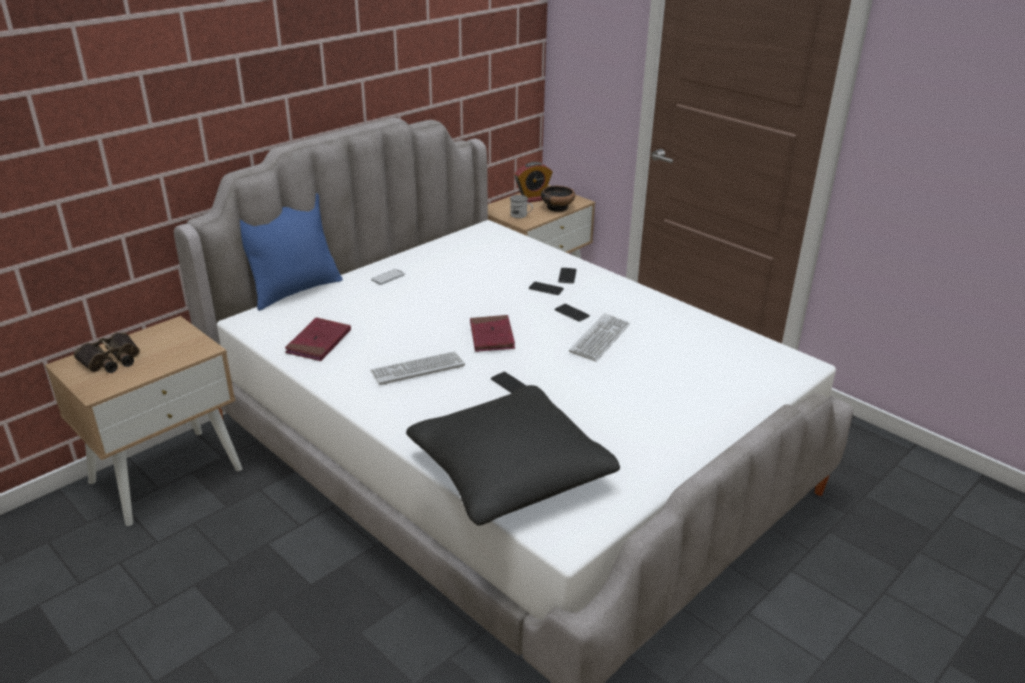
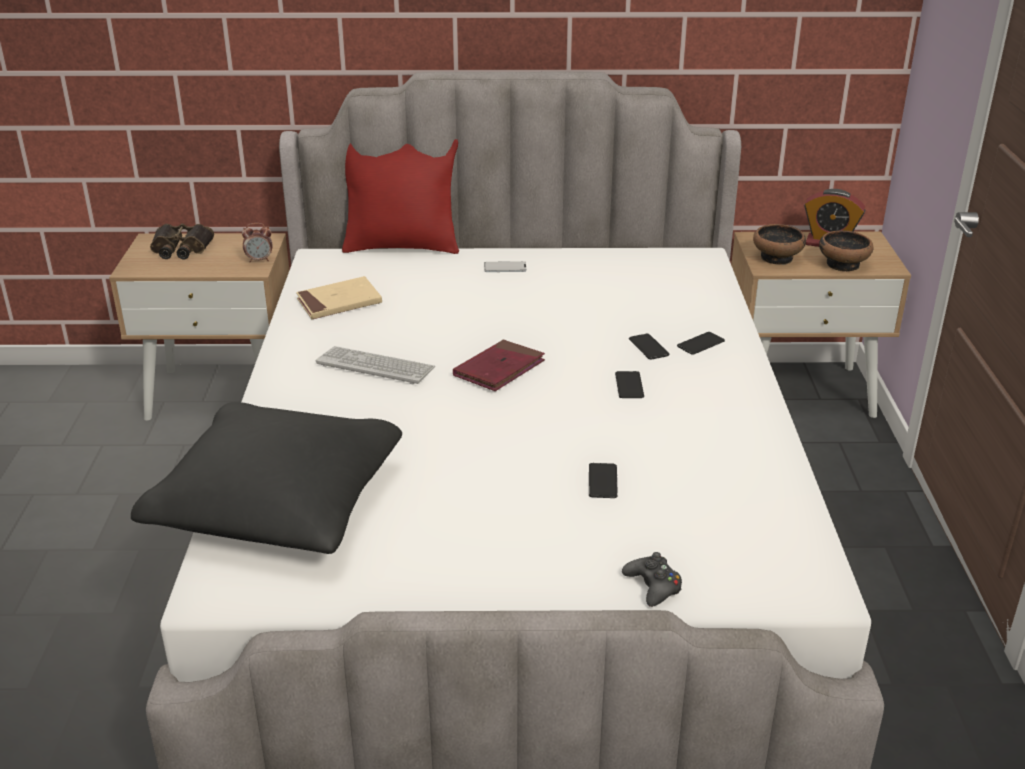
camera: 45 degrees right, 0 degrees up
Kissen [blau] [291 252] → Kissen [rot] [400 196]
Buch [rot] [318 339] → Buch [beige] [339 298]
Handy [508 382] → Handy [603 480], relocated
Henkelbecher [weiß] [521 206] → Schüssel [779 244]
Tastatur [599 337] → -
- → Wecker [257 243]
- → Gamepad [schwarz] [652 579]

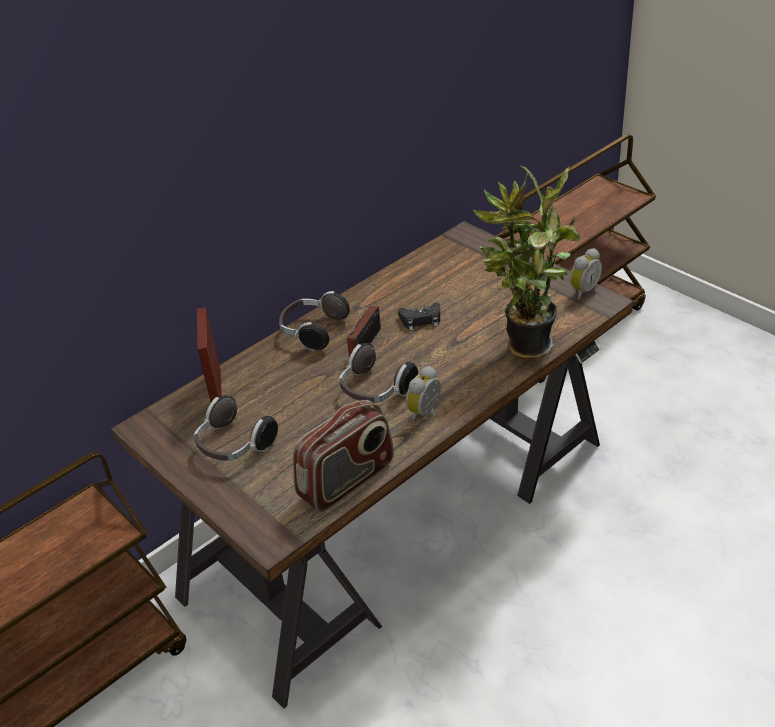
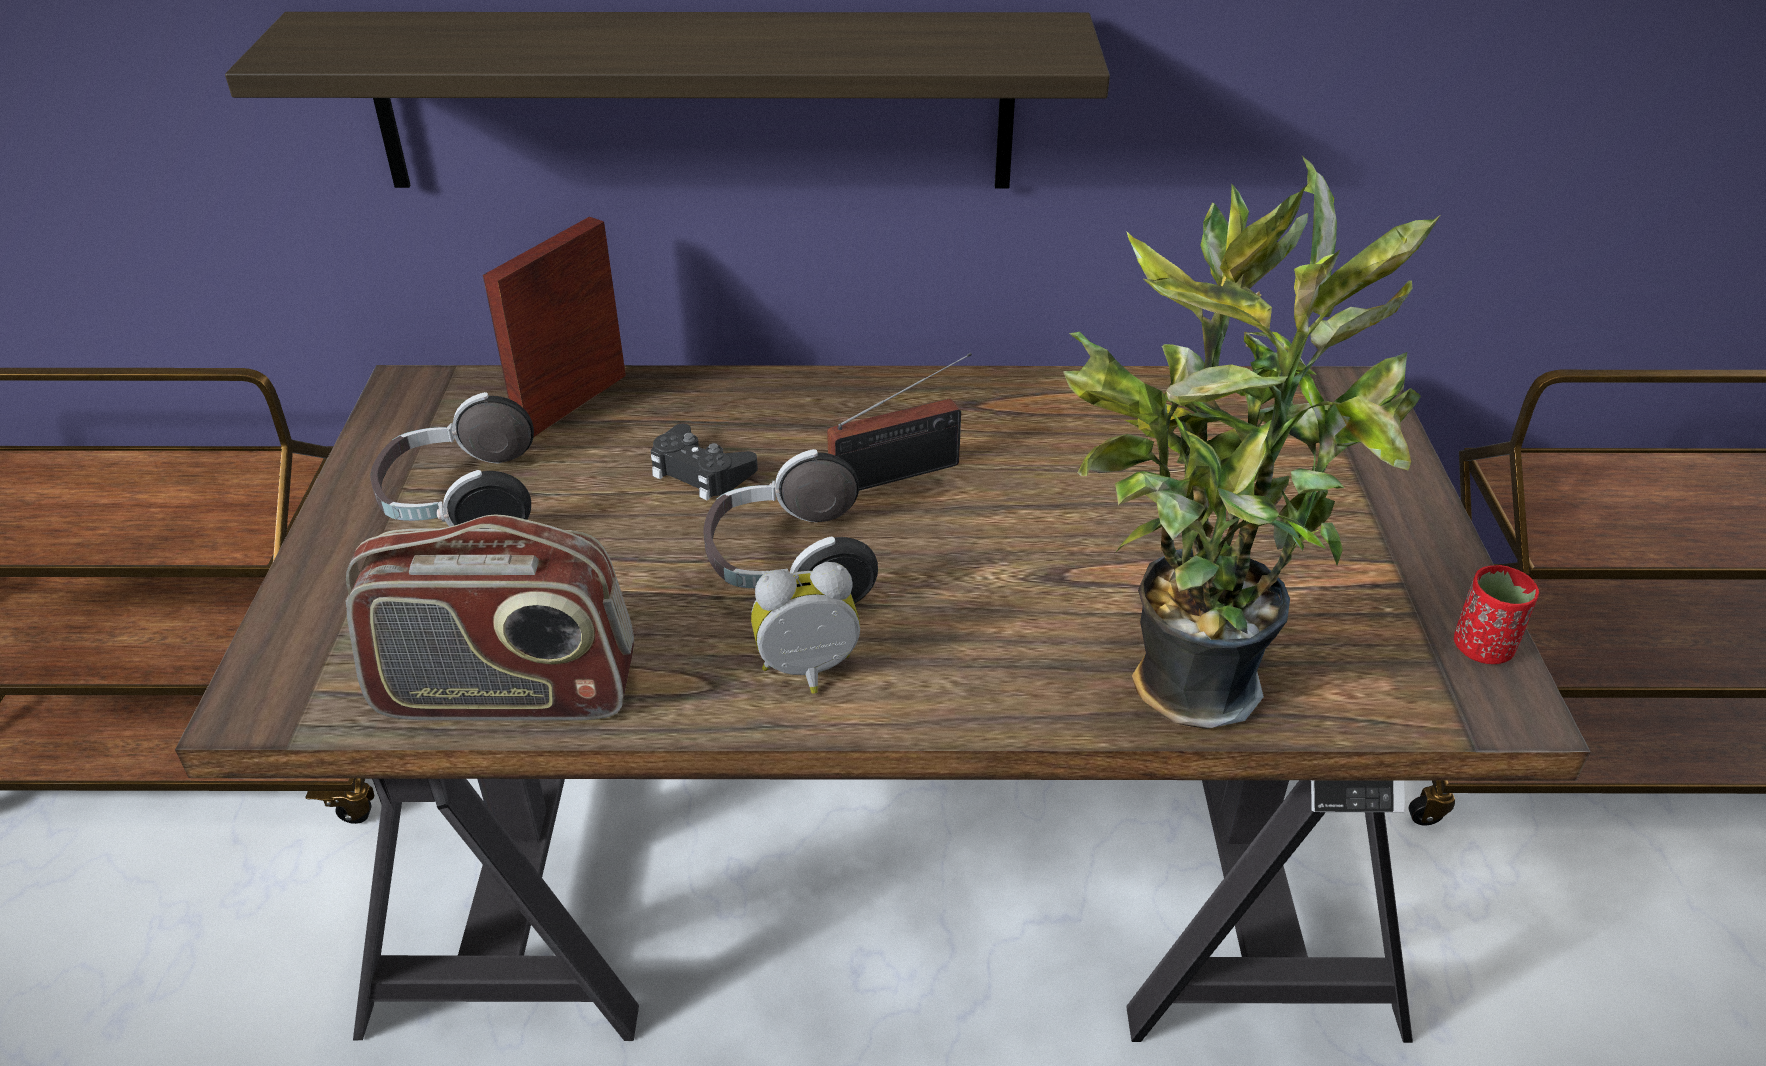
camera: 40 degrees right, 0 degrees up
Kopfhörer [314 321] → -
Gamepad [schwarz] [419 316] → Gamepad [schwarz] [704 462], relocated
Wecker [586 273] → Tasse [rot] [1496 614]
- → Wandregal [667 100]

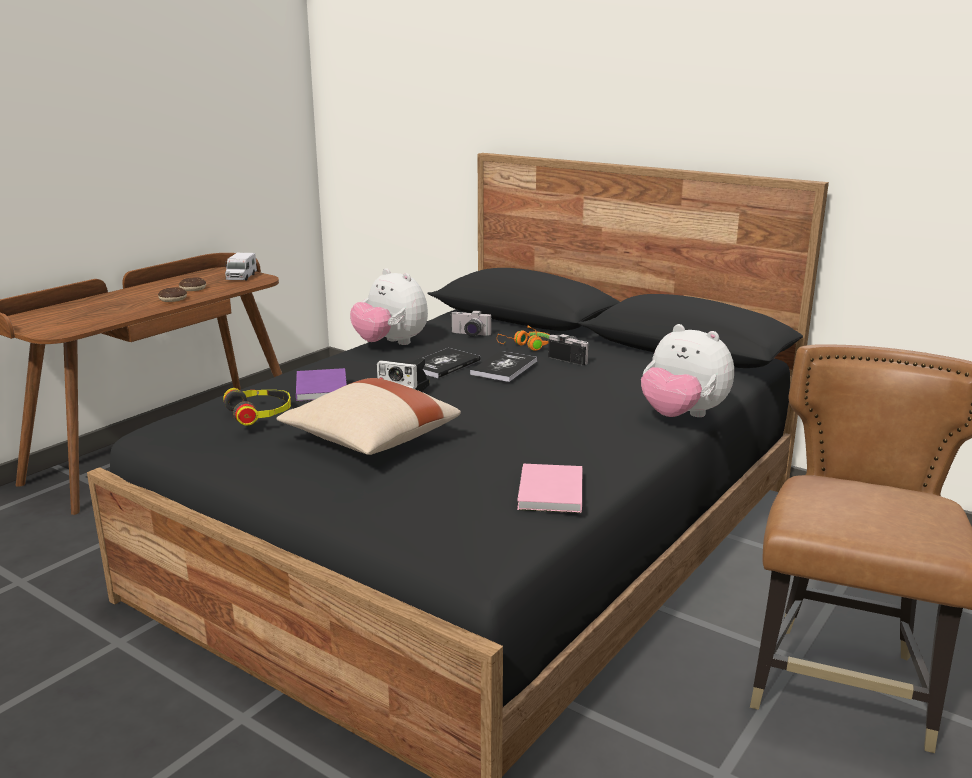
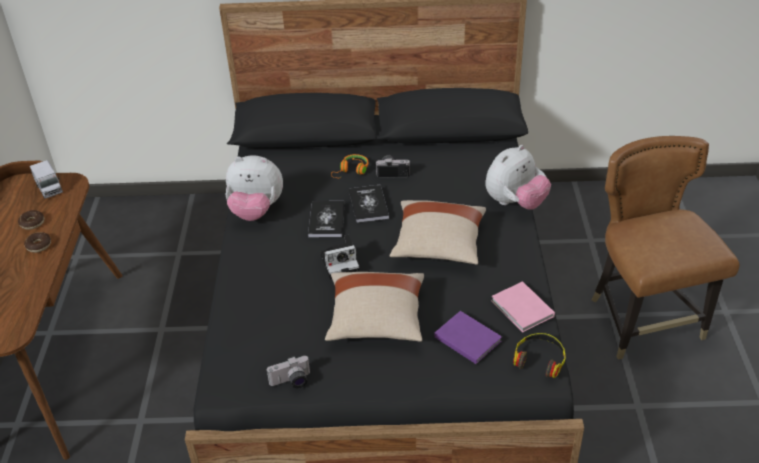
camera: 35 degrees left, 20 degrees up
Kopfhörer [257 407] → Kopfhörer [539 355], relocated
Buch [lila] [321 385] → Buch [lila] [468 337], relocated
Kamera [471 323] → Kamera [288 372], relocated
Plüschtier [687 370] → Plüschtier [518 177], 45 degrees counterclockwise
- → Kissen [beige] [437 232]

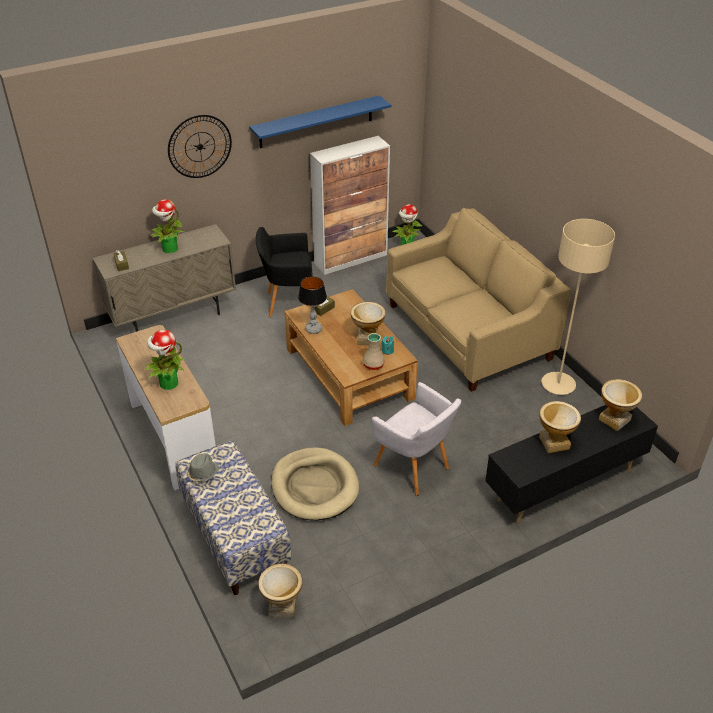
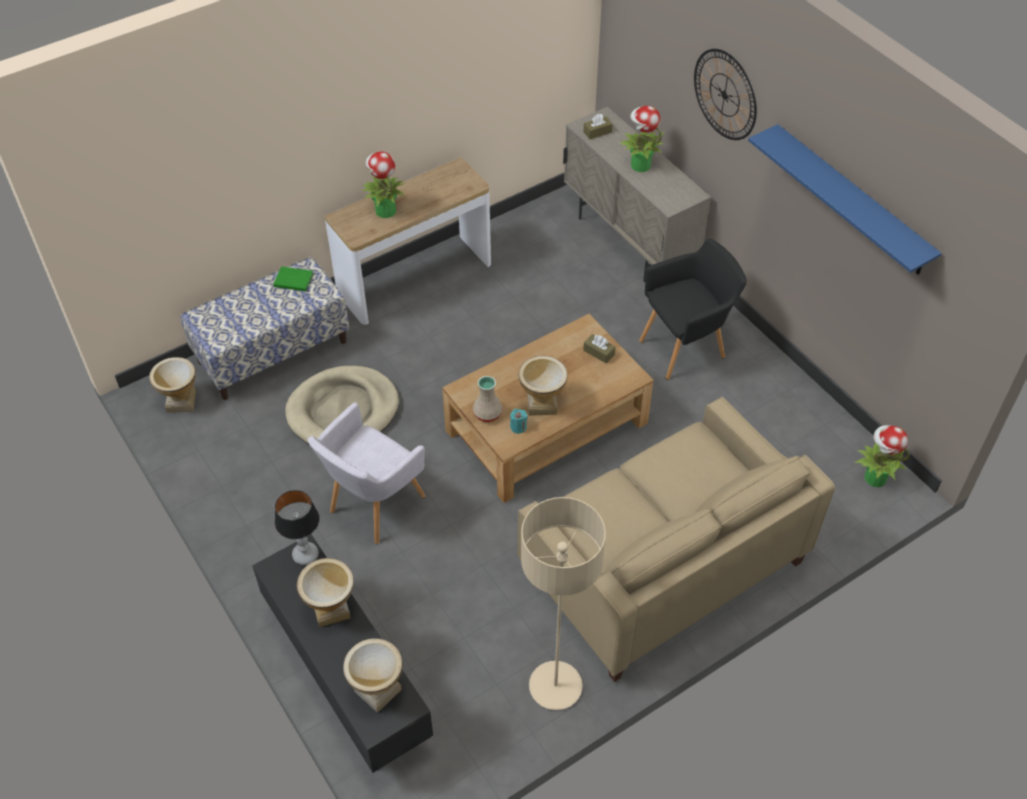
camera: 85 degrees right, 10 degrees up
Hut [grau] [202 467] → Buch [grün] [293 278]
Sessel [schwarz] [284 272] → Sessel [schwarz] [693 309], 75 degrees clockwise
Tischlampe [312 305] → Tischlampe [297 527], relocated
Schrank [350 205] → -

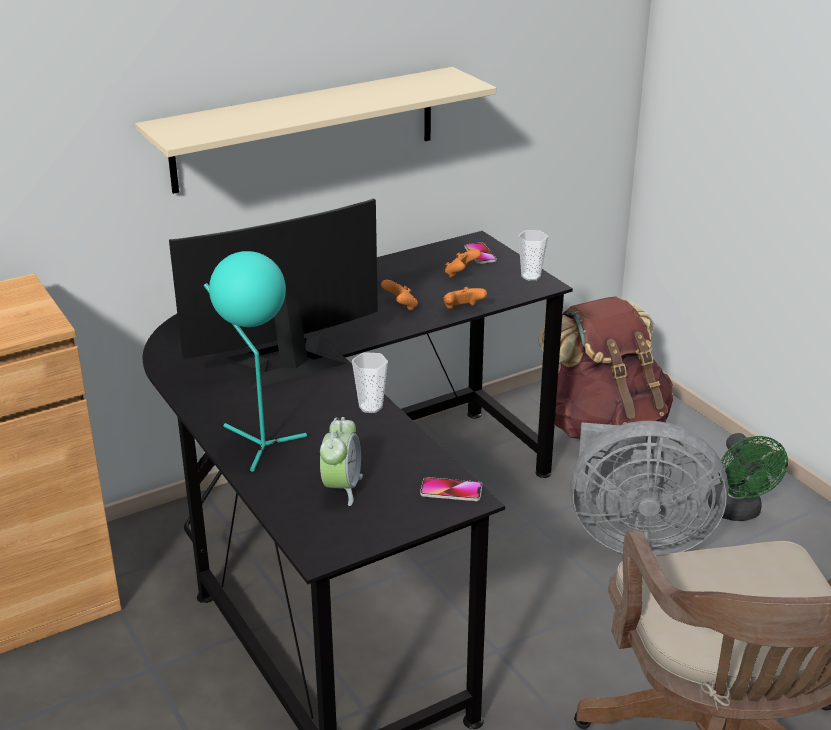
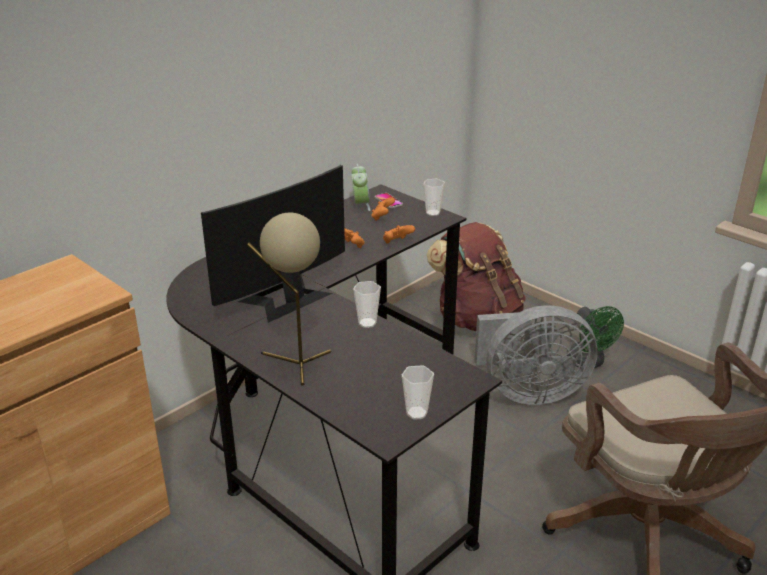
camera: 15 degrees left, 0 degrees up
Wandregal [beige] [315 130] → -
Tischlampe [türkis] [255 361] → Tischlampe [beige] [289 299]
Wecker [341 461] → Wecker [360 187], relocated
Handy [451 489] → -
- → Tasse [418 392]

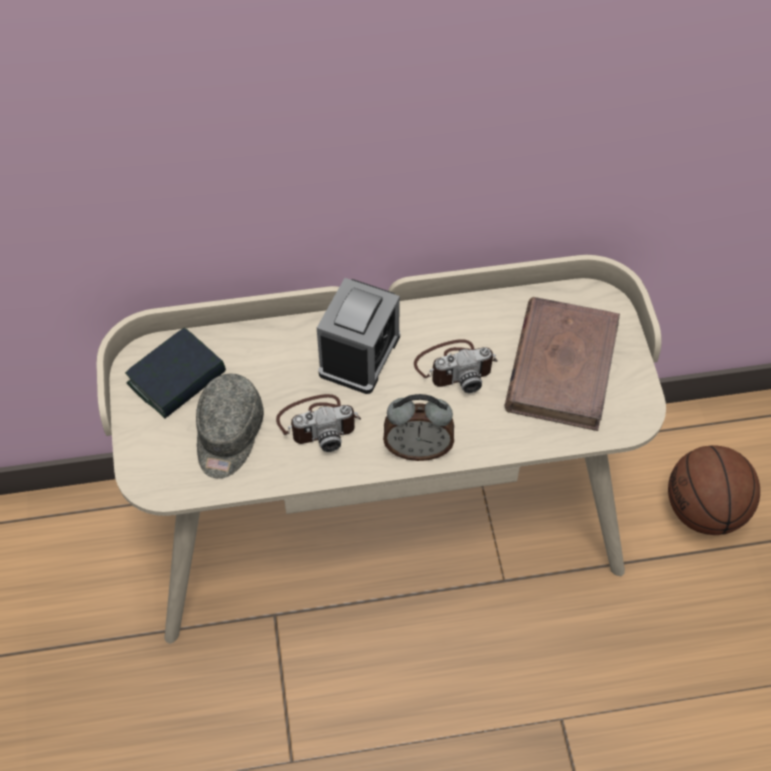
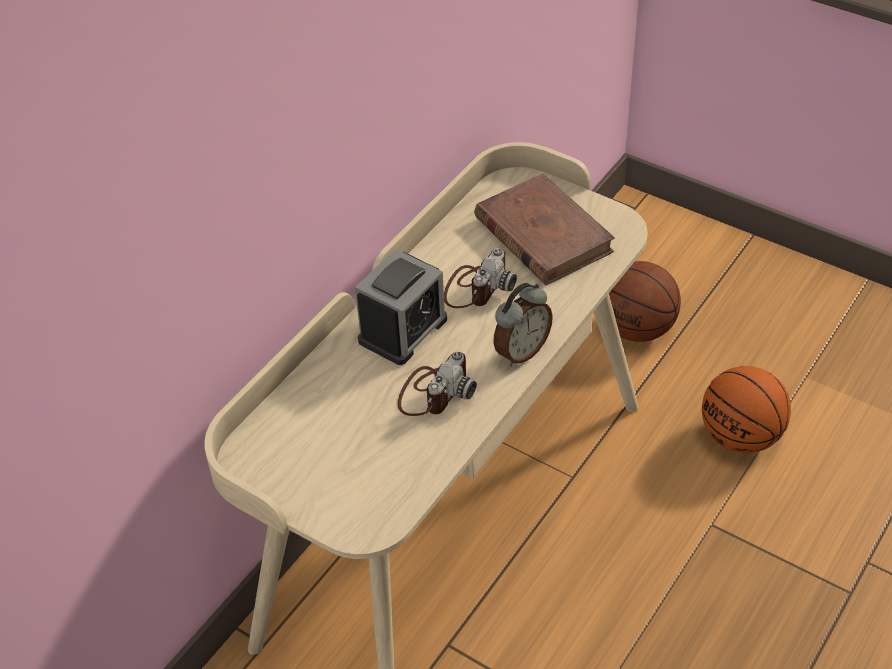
camera: 45 degrees left, 10 degrees down
Buch [175 372] → -
Kappe [grau] [230 425] → -
Wecker [358 336] → Wecker [401 307], 60 degrees clockwise
- → Basketball [746 409]

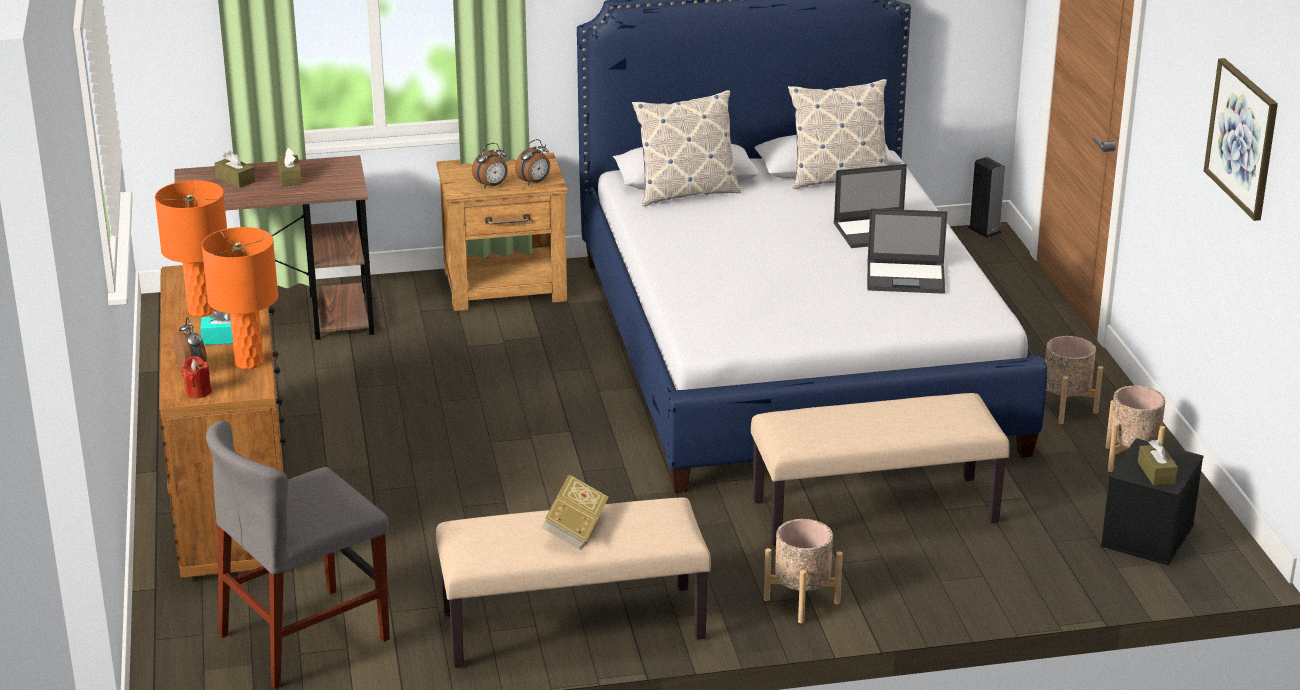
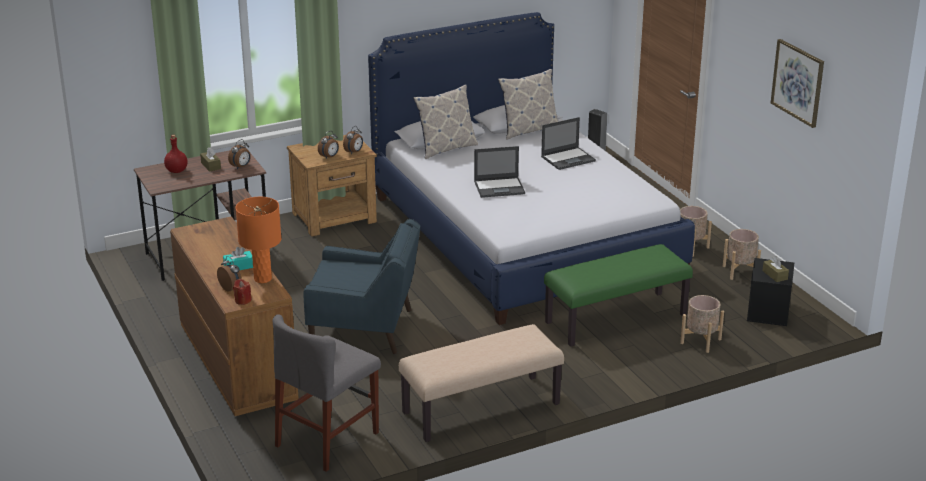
camera: 15 degrees left, 0 degrees up
Tischlampe [orange] [191 248] → -
Taschentuchbox [braun] [234 169] → Flasche [rot] [176 154]
Buch [575 511] → -
Bank [beige] [880 469] → Bank [grün] [618 295]
Pflanzkübel [beige] [803 571] → Pflanzkübel [beige] [702 324], relocated
Laptop [907 251] → Laptop [499 172], relocated
- → Wecker [239 154]
- → Sessel [blau] [362 286]

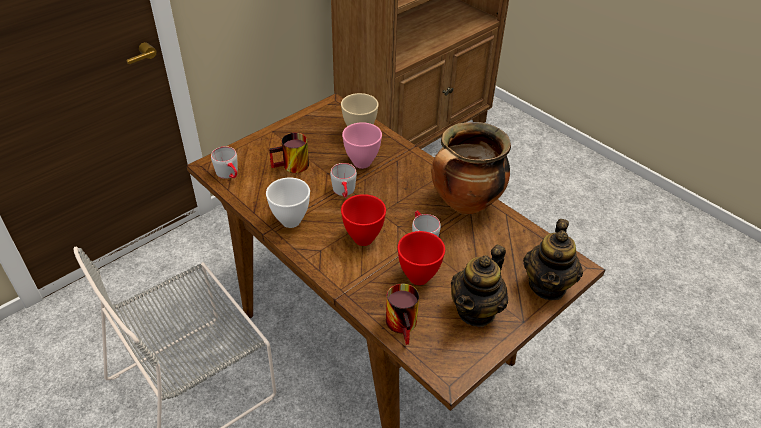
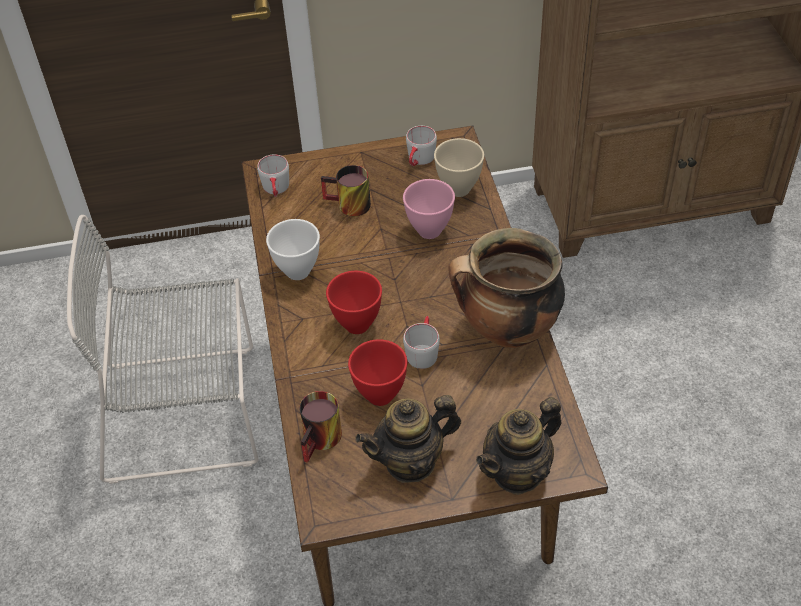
camera: 35 degrees right, 5 degrees up
Henkelbecher [grau] [343 180] → Henkelbecher [grau] [421 146], relocated

